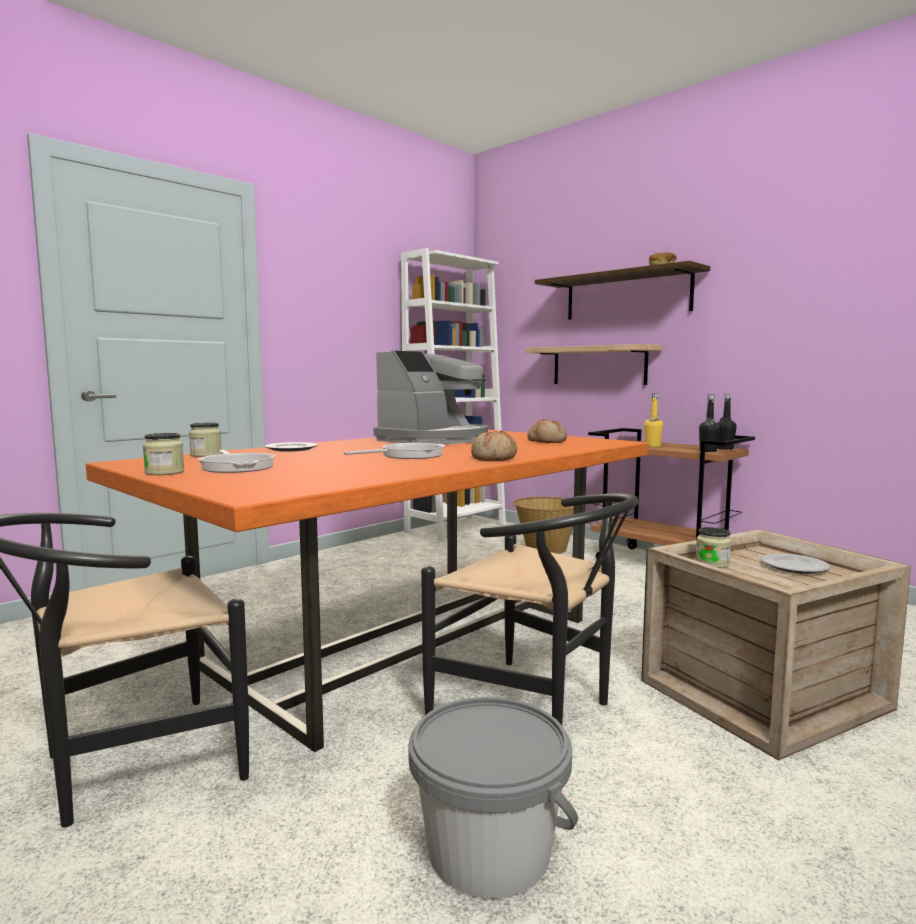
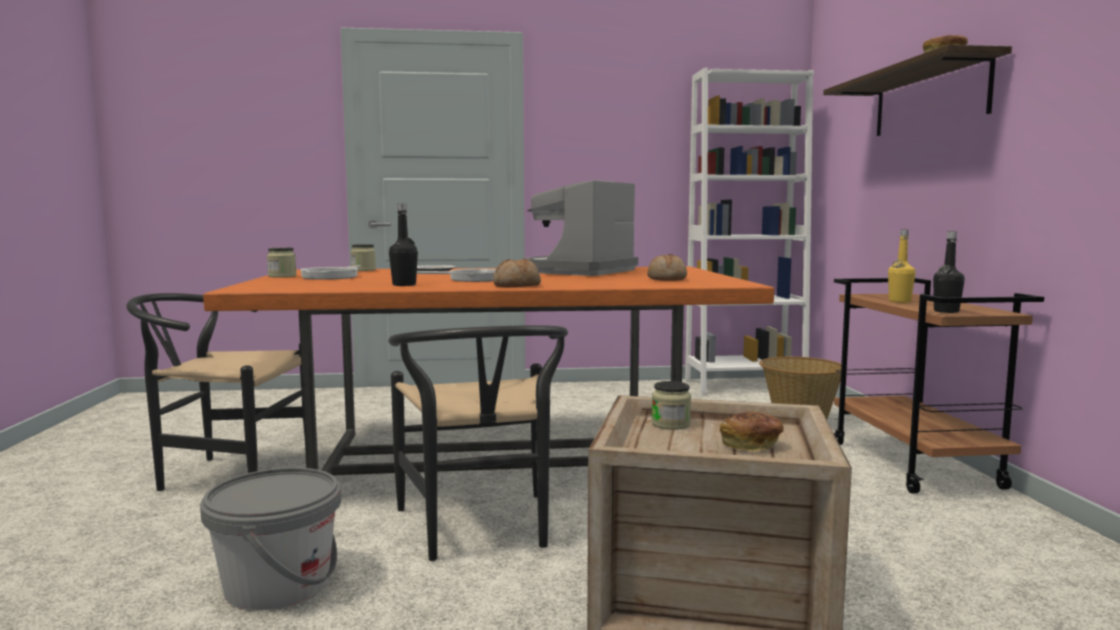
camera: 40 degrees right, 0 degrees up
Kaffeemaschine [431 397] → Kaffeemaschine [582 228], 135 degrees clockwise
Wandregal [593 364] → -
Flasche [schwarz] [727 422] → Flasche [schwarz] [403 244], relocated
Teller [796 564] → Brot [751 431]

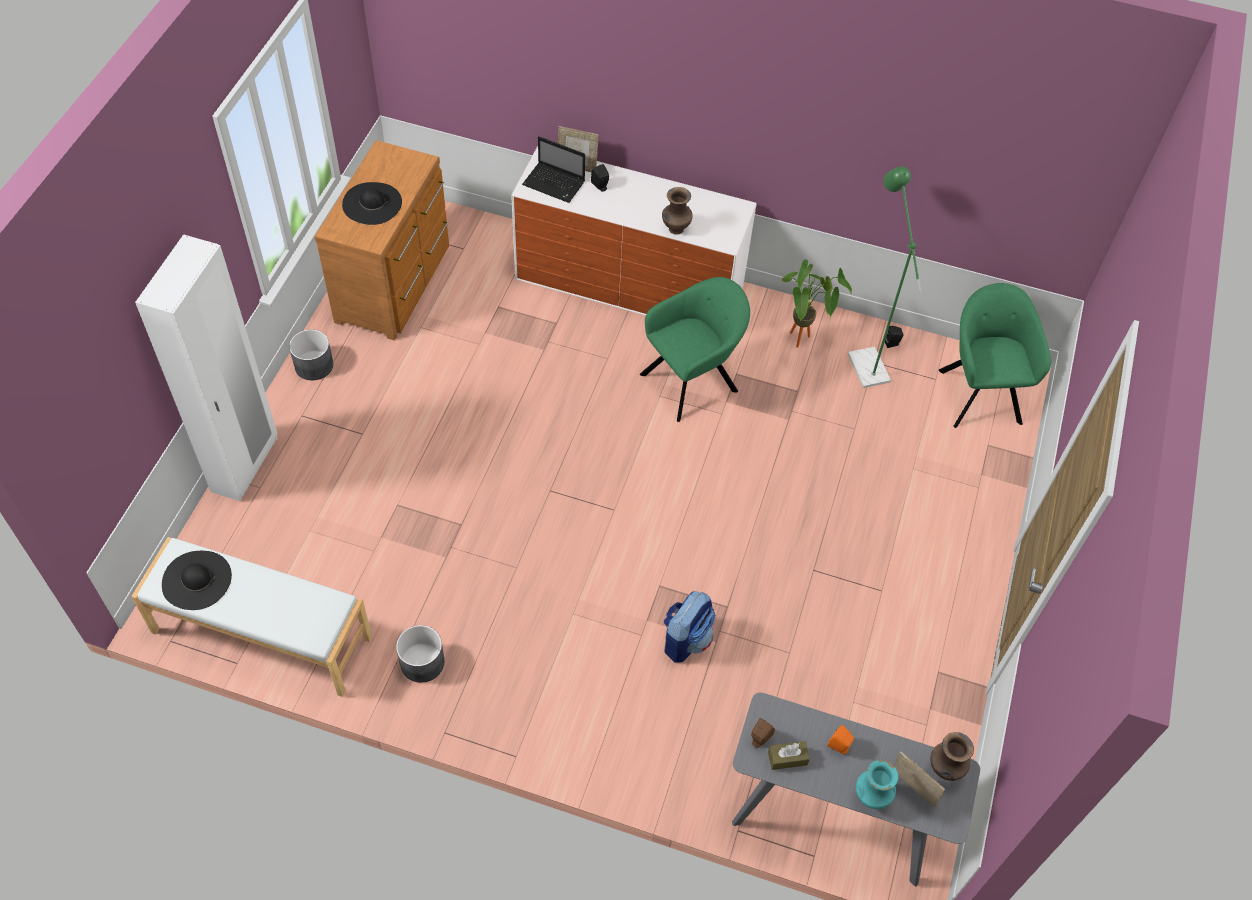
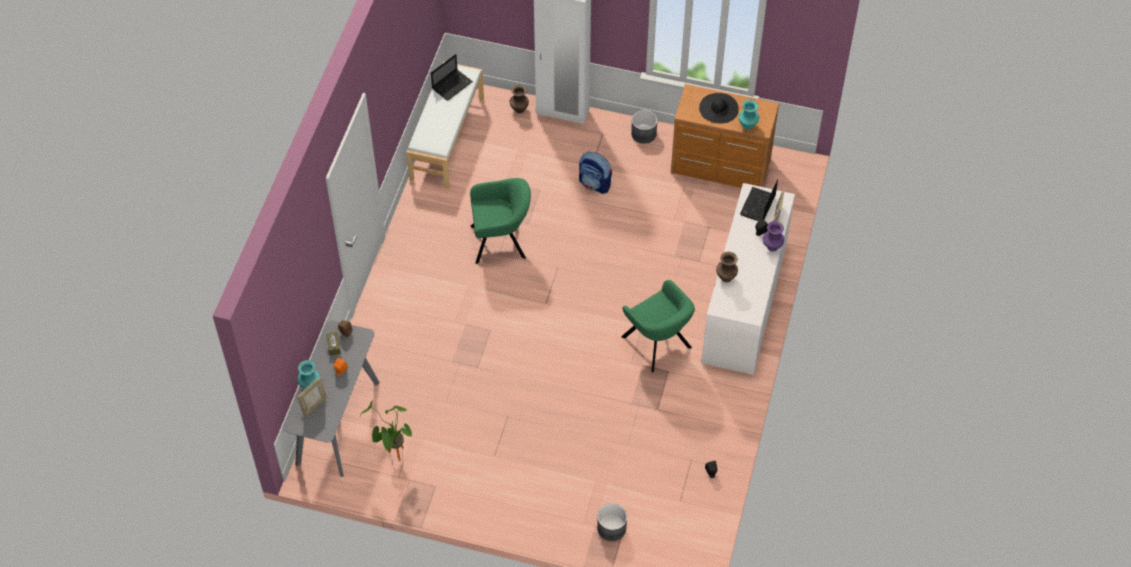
camera: 90 degrees right, 0 degrees up
Hut [schwarz] [197 580] → Laptop [452 77]
Pflanzkübel [grau] [420 654] → Pflanzkübel [grau] [612 522], relocated
Rucksack [689 627] → Rucksack [595 172], relocated
Topfpflanze [817 303] → Topfpflanze [386 430], relocated
Stehlampe [grün] [884 277] → -
Vase [braun] [952 756] → Vase [braun] [519 99], relocated
Sessel [grün] [995 355] → Sessel [grün] [500 221], relocated
- → Vase [türkis] [749 115]
- → Vase [lila] [773 236]

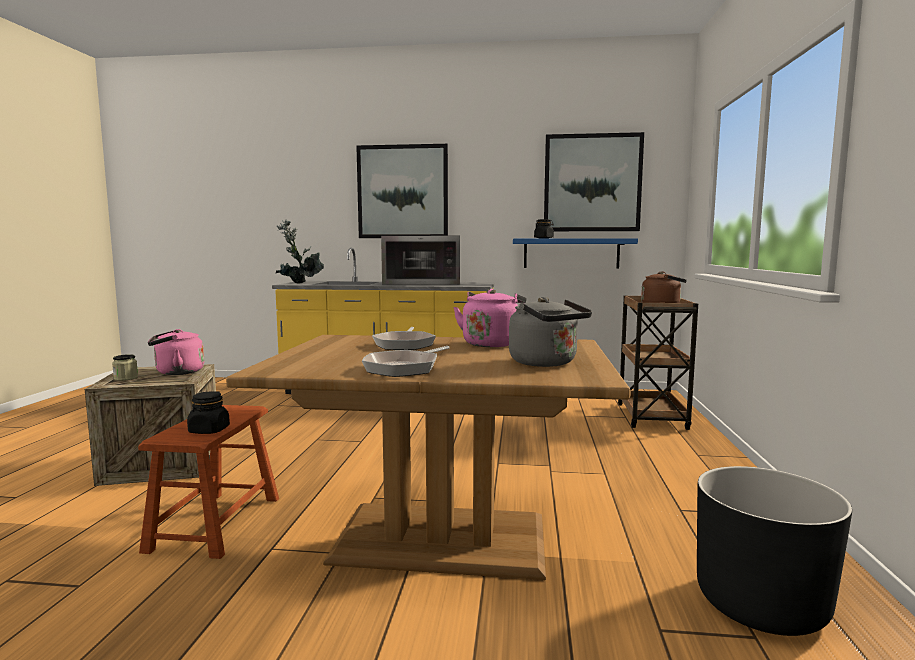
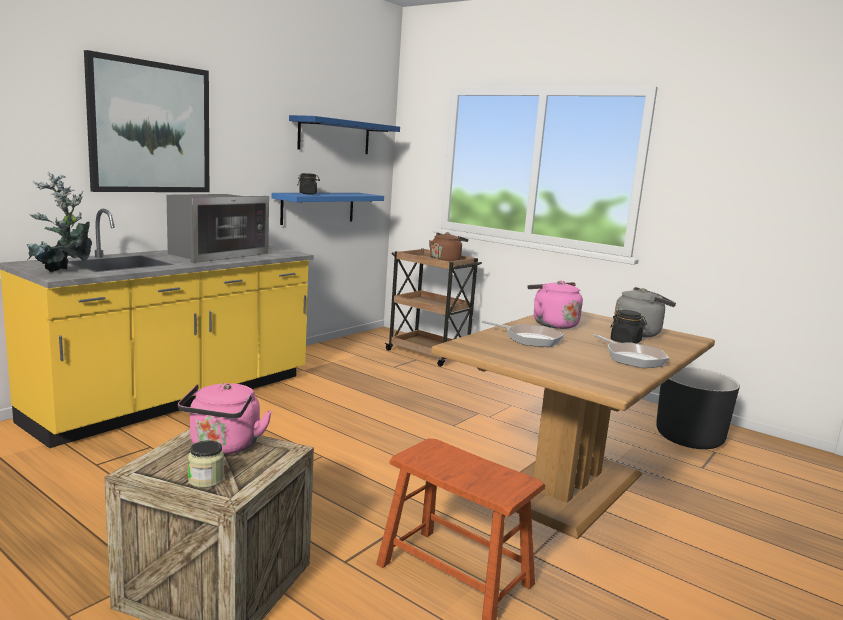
camera: 60 degrees left, 5 degrees up
Vorratsglas [schwarz] [208 412] → Vorratsglas [schwarz] [629 327], relocated
Bild [594 181] → Wandregal [blau] [344 134]

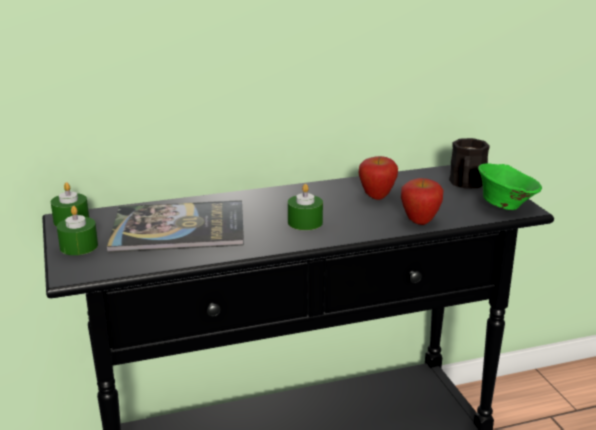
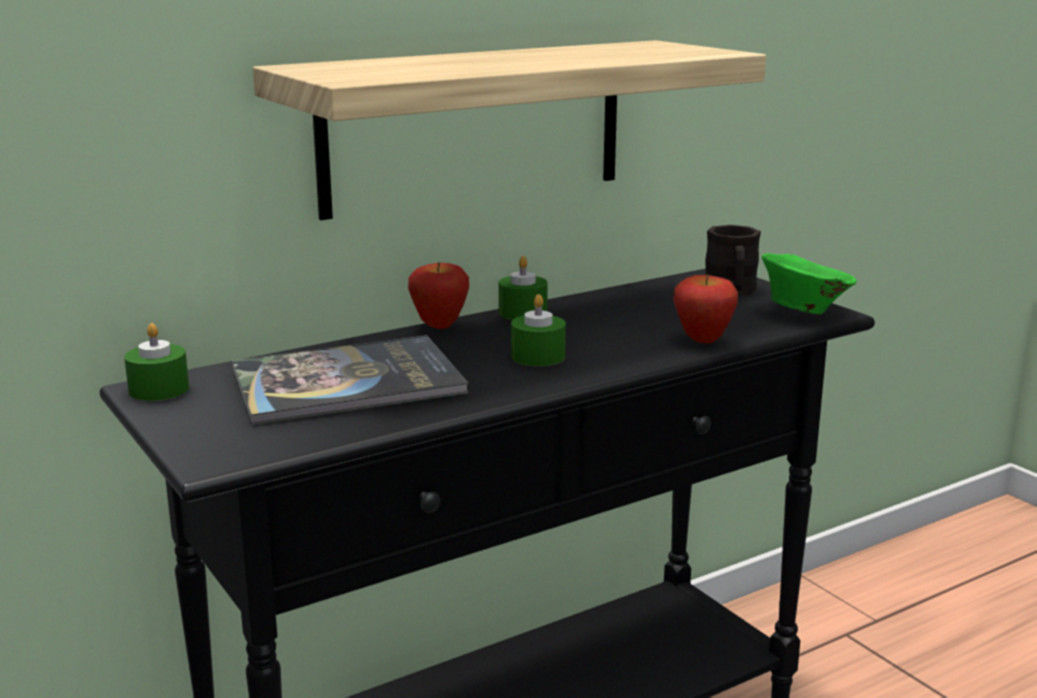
camera: 15 degrees left, 5 degrees down
Kerze [grün] [77 230] → Kerze [grün] [523 288], relocated
Apfel [378 178] → Apfel [438 295], relocated
- → Wandregal [509 130]

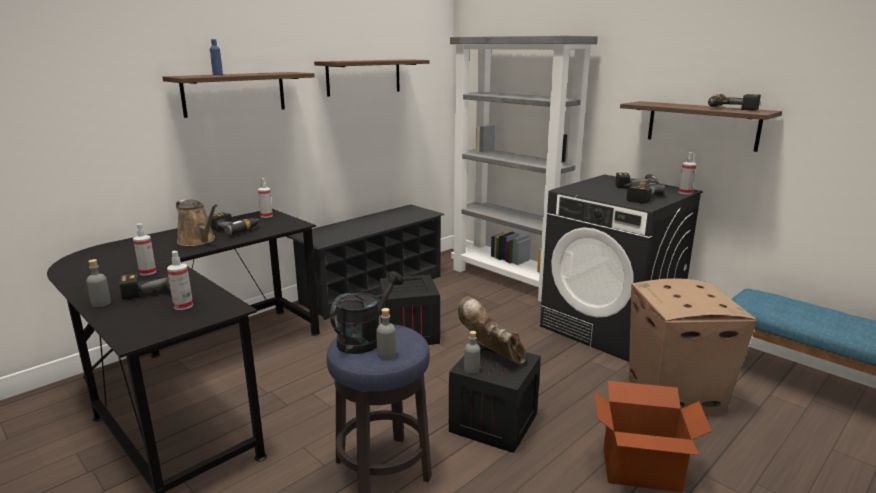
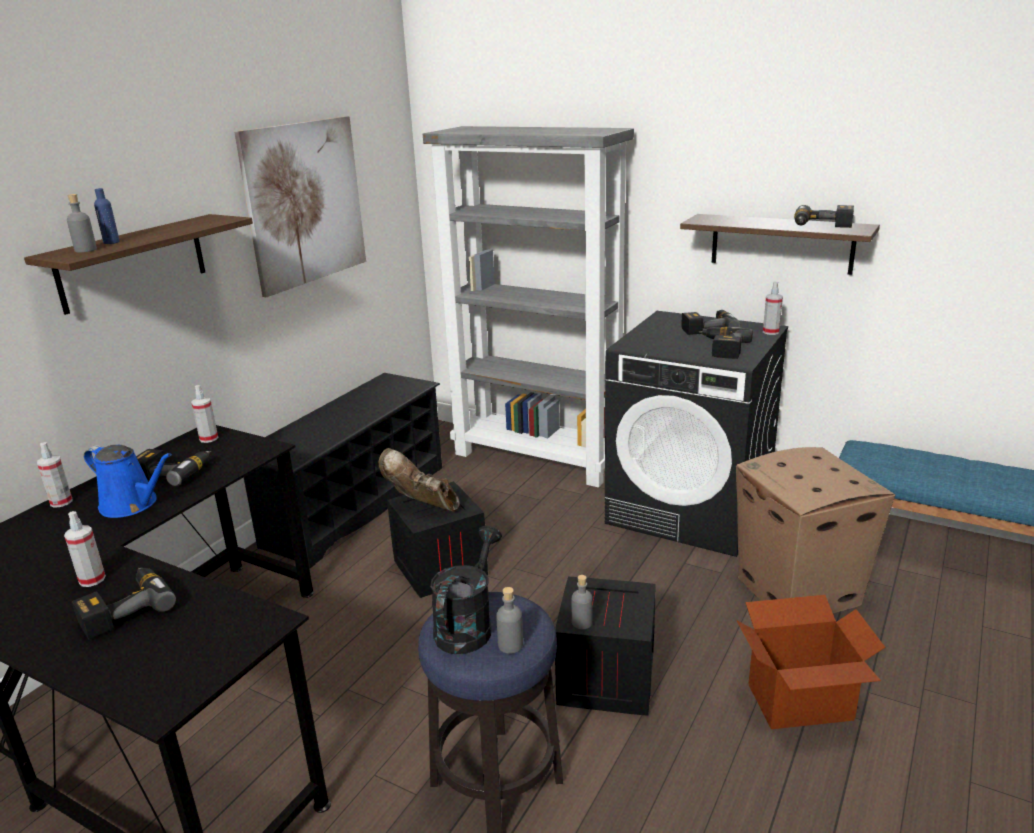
camera: 15 degrees left, 5 degrees up
Flasche [grau] [98 283] → Flasche [grau] [82 223], relocated
Sprühflasche [180 280] → Sprühflasche [54 475], relocated
Gießkanne [braun] [197 223] → Gießkanne [blau] [127 481]
Wandregal [371 78] → Bild [300 206]
Stiefel [braun] [492 330] → Stiefel [braun] [419 480], relocated

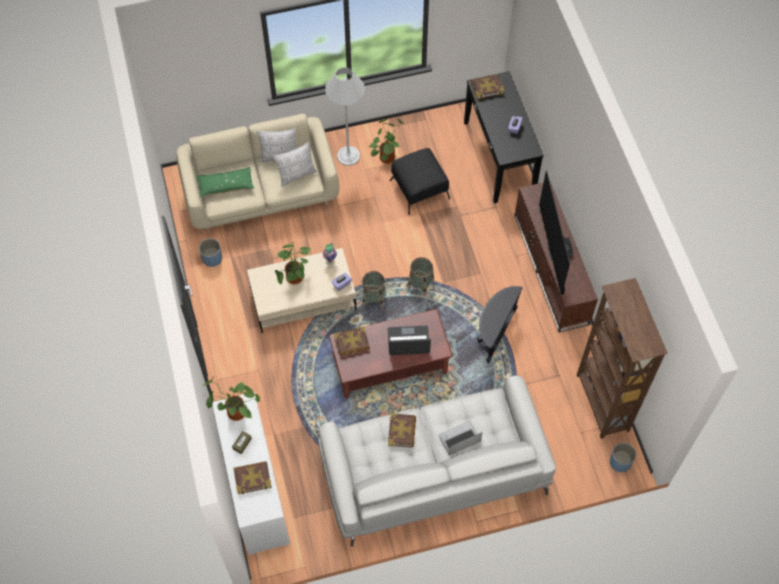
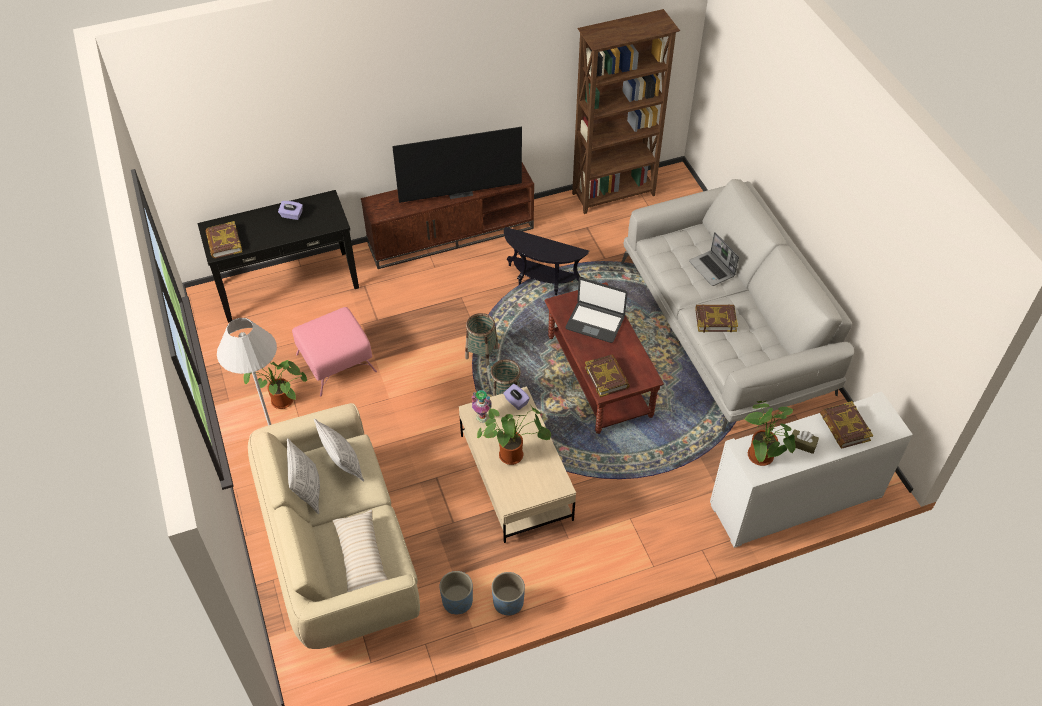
camera: 95 degrees left, 10 degrees down
Kissen [grün] [225 182] → Kissen [beige] [360 551]
Laptop [409 340] → Laptop [596 310], 60 degrees counterclockwise
Polsterhocker [schwarz] [419 181] → Polsterhocker [rosa] [334 351]
Pflanzkübel [blau] [623 457] → Pflanzkübel [blau] [508 593], relocated

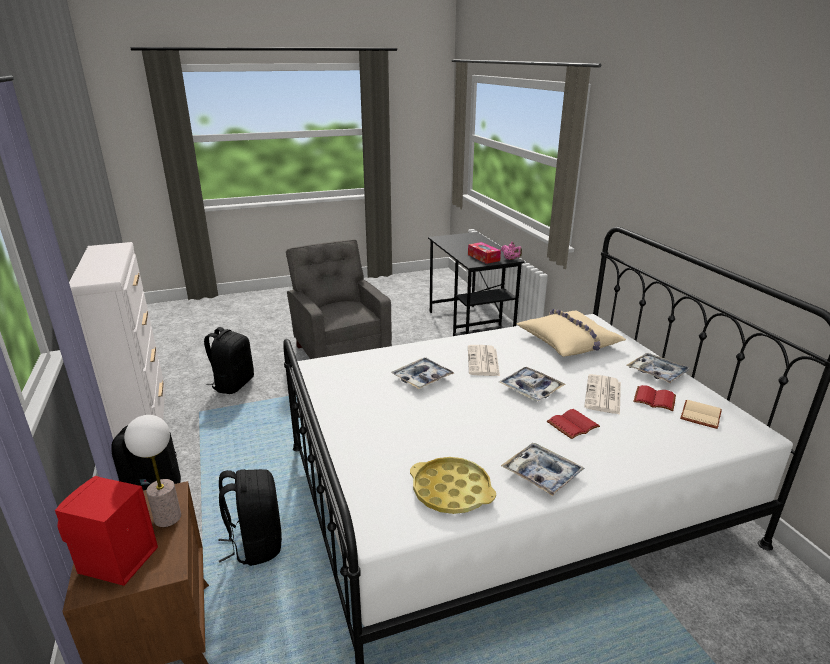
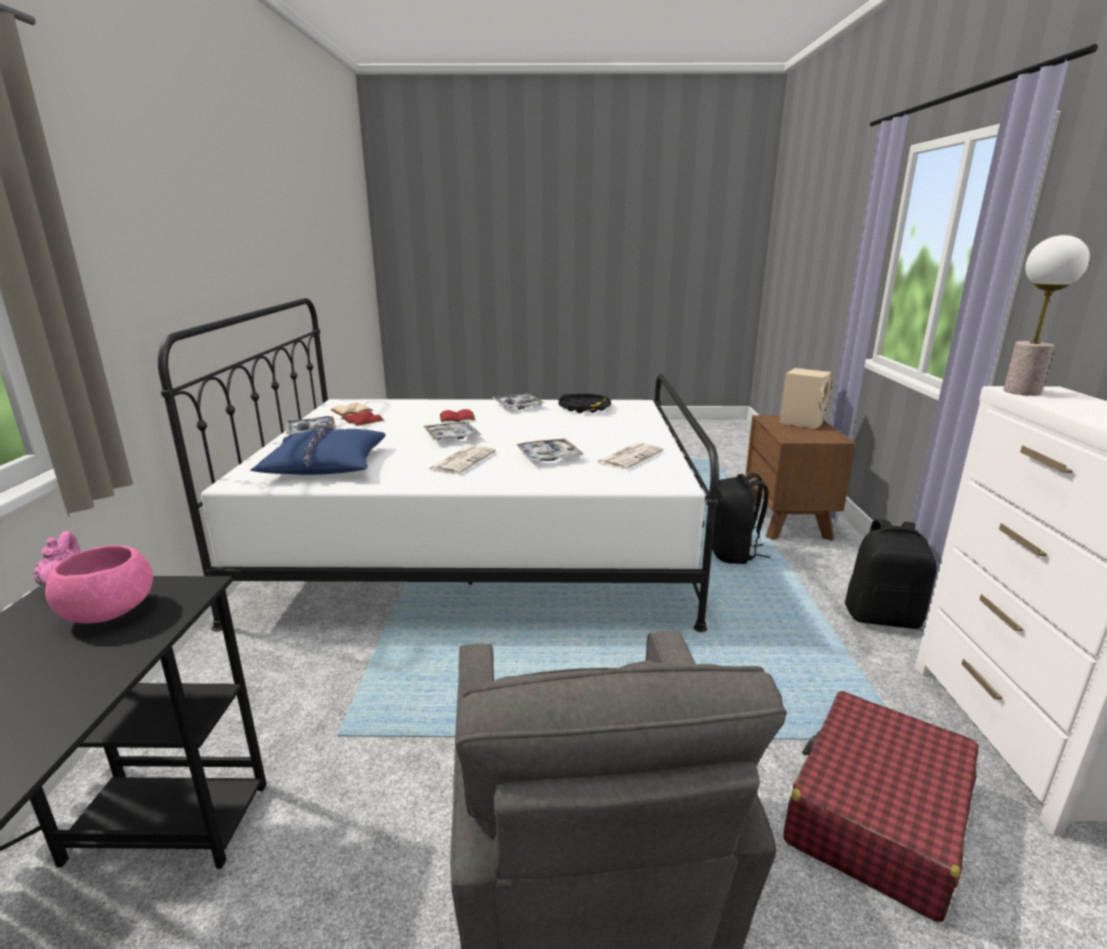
camera: 160 degrees left, 5 degrees down
Lautsprecher [rot] [106 531] → Lautsprecher [beige] [805 398]
Tischlampe [152 471] → Tischlampe [1047 315], relocated
Rucksack [schwarz] [229 360] → Koffer [rot] [881 806]
Tablett [gelb] [453 485] → Tablett [schwarz] [584 403]
Taschentuchbox [484 253] → Schüssel [rosa] [99 584]
Kissen [beige] [571 333] → Kissen [blau] [318 448]
Zeitung [602 394] → Zeitung [630 456], relocated

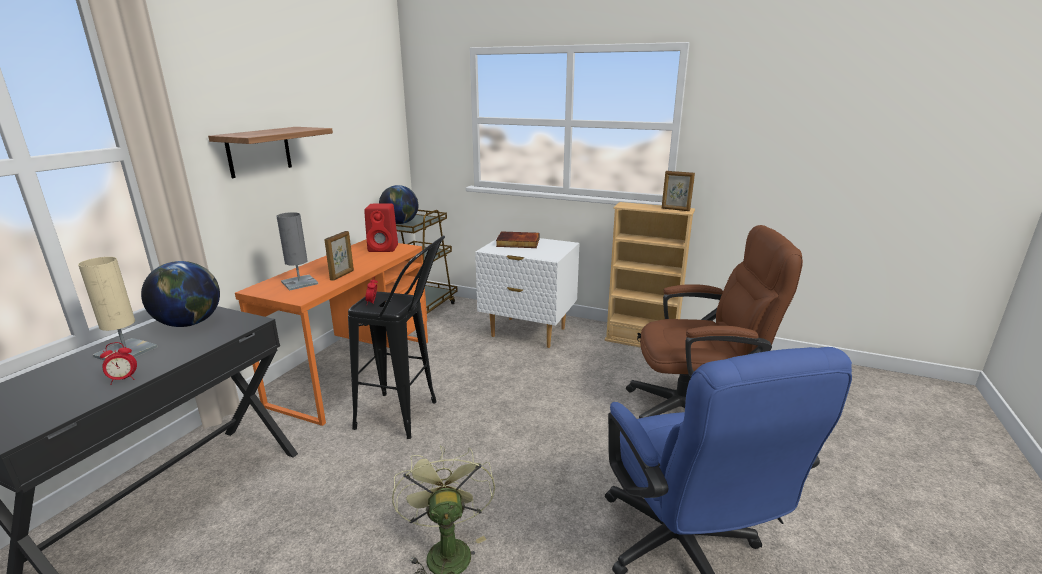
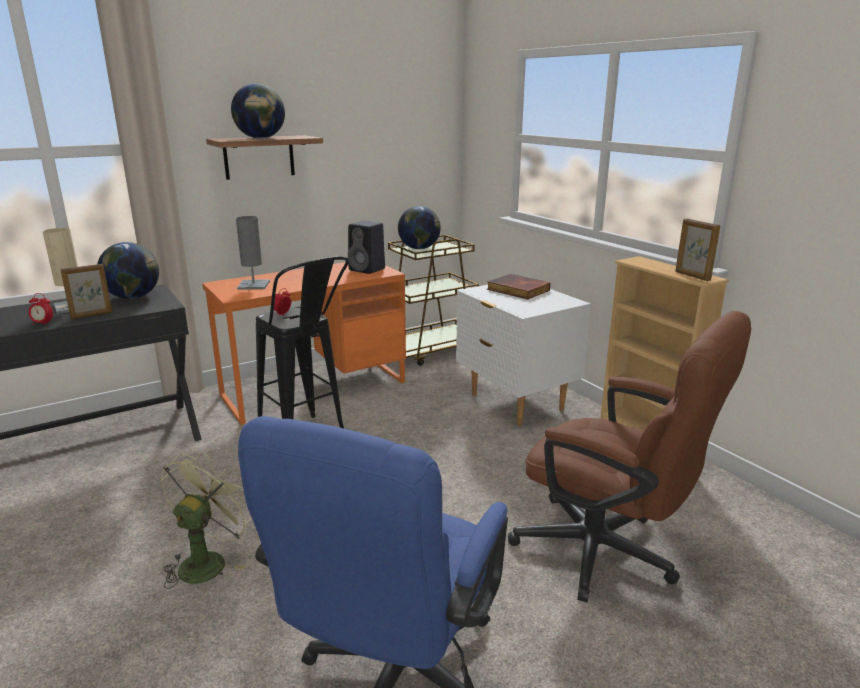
camera: 35 degrees right, 0 degrees up
Bilderrahmen [339 256] → Bilderrahmen [86 291], relocated
Lautsprecher [rot] [381 227] → Lautsprecher [schwarz] [366 247]
- → Globus [258 111]

